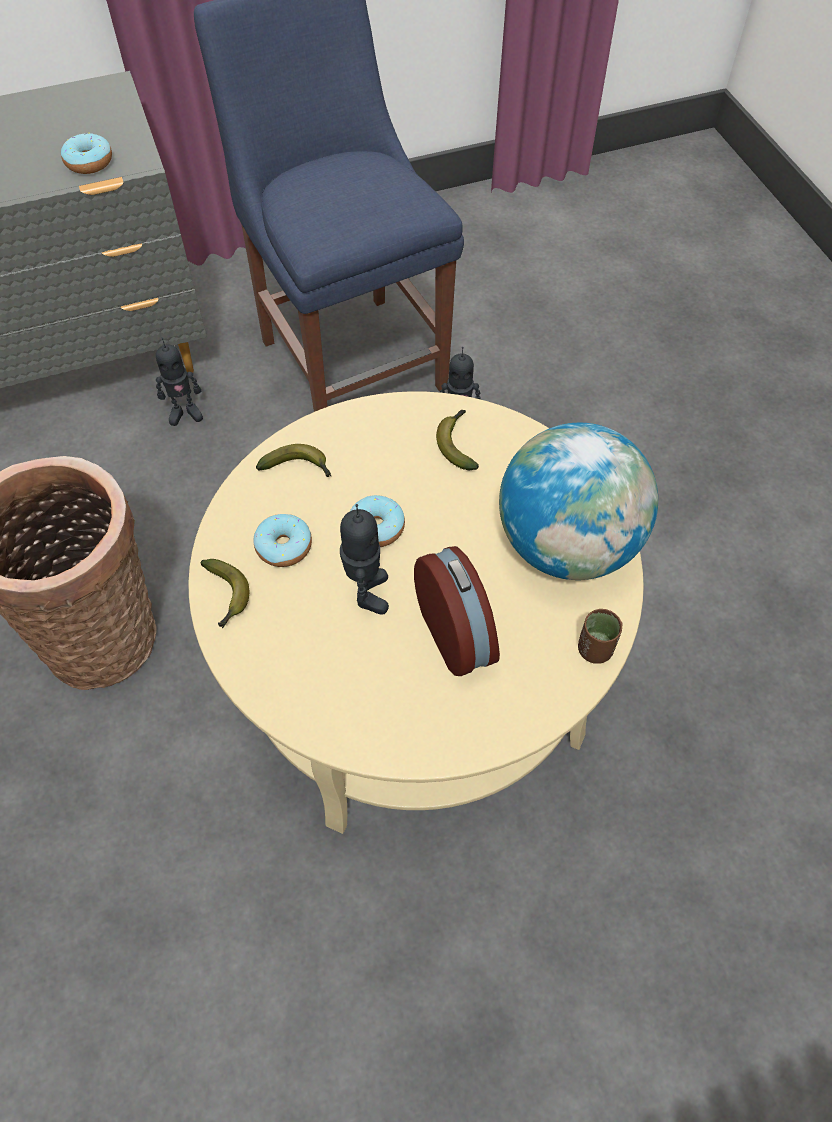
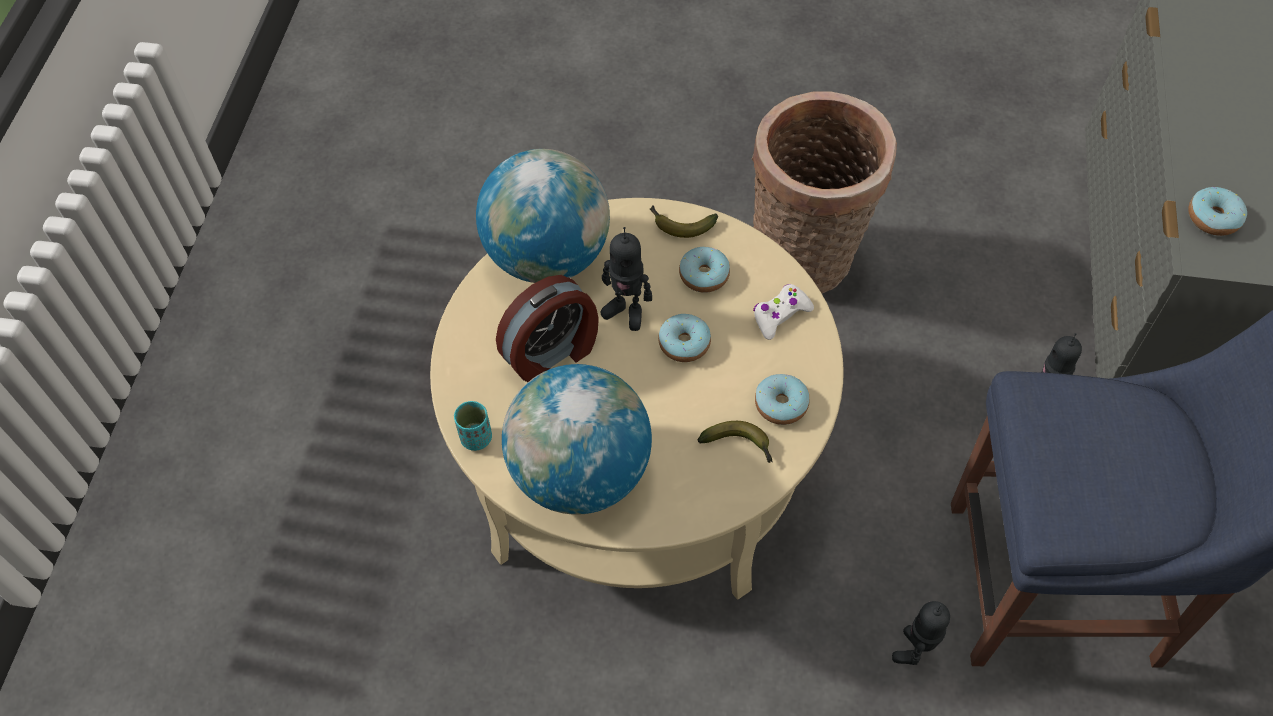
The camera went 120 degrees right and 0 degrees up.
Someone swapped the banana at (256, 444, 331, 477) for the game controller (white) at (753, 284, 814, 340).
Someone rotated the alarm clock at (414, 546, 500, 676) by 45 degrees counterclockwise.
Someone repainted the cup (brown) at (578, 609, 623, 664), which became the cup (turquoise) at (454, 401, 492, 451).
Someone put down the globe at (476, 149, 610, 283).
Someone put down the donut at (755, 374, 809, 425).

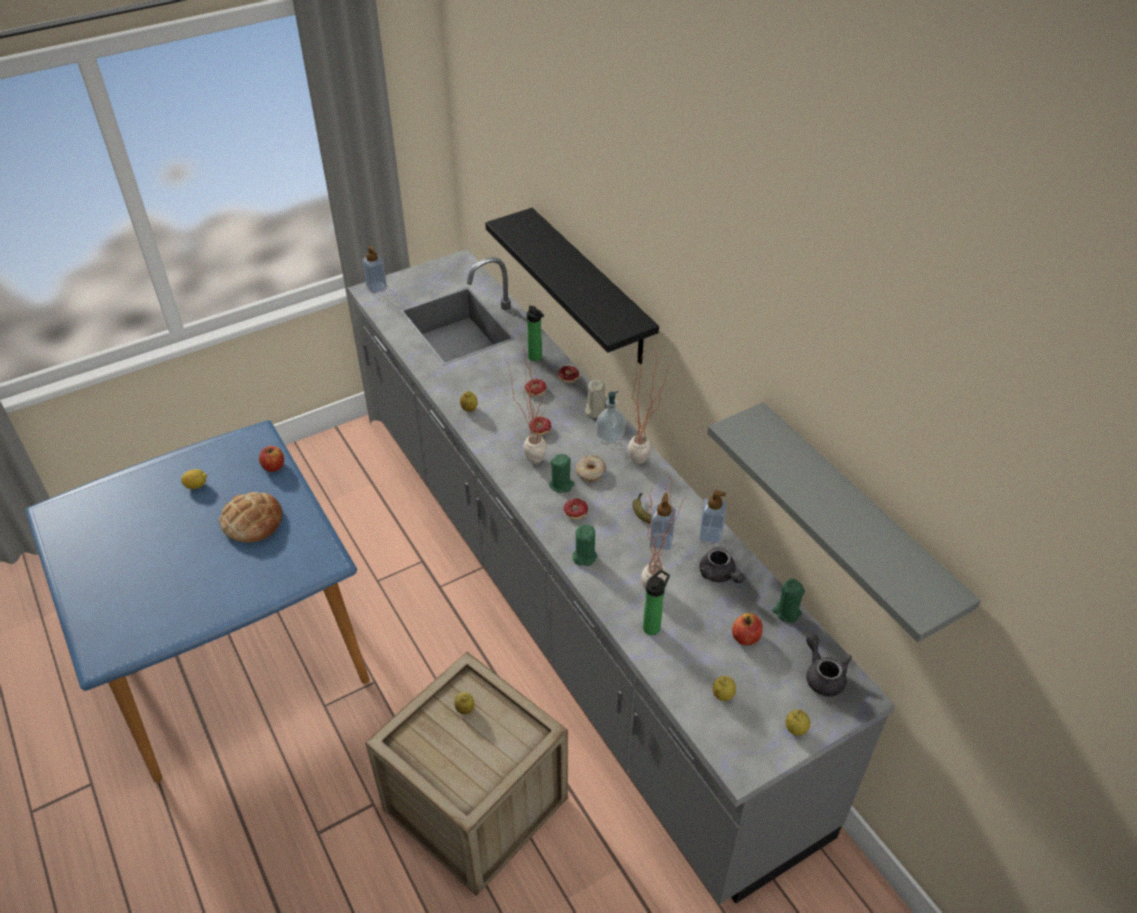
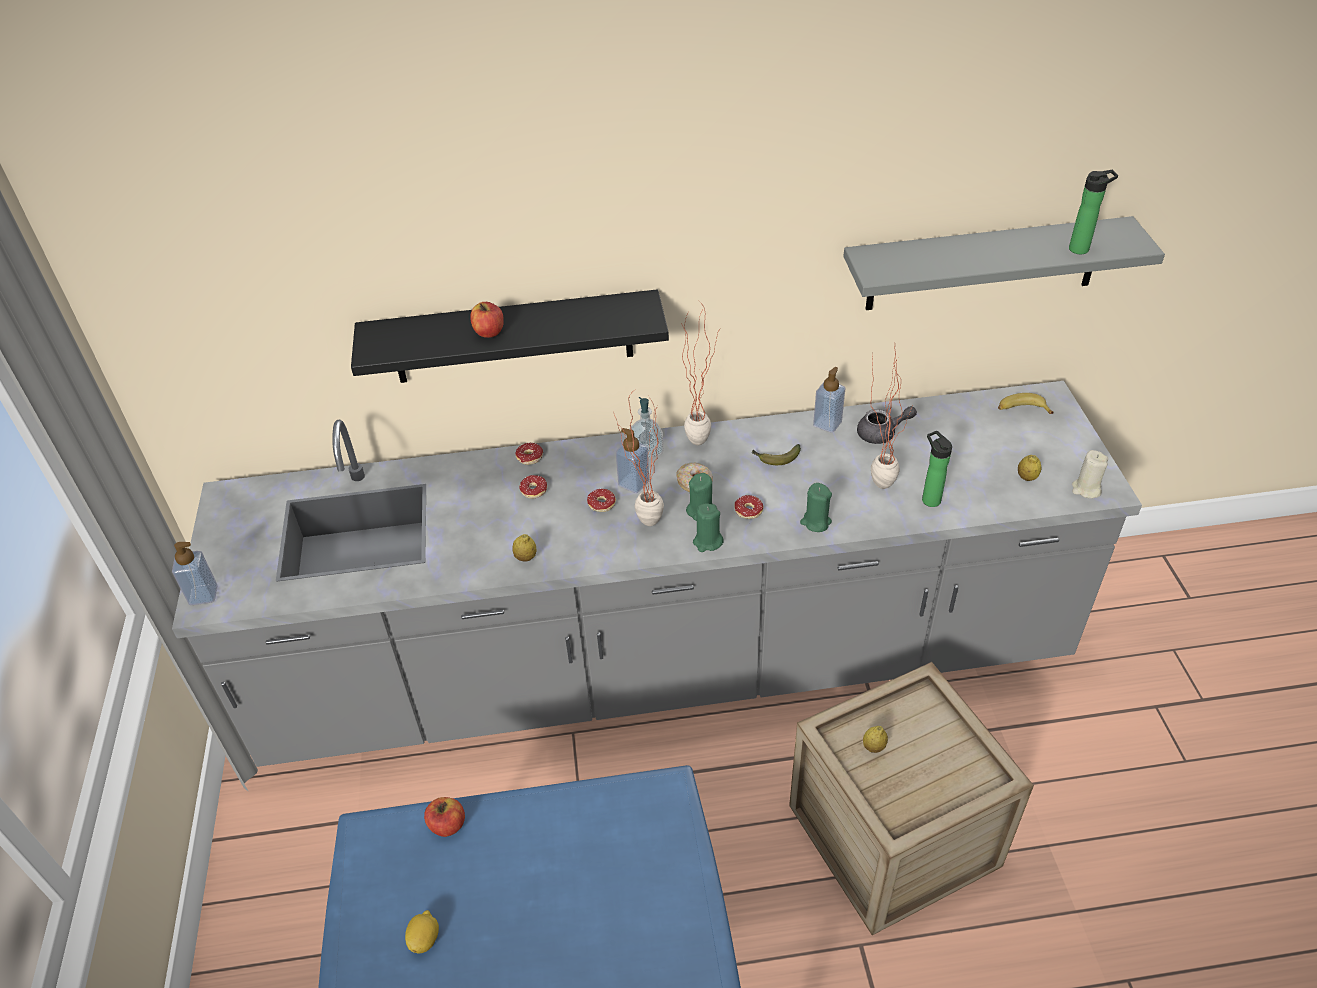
The camera went 65 degrees left and 0 degrees up.
Someone took away the bread at (219, 492, 282, 543).
Someone carried the bottle from (527, 306, 544, 361) to (1069, 170, 1118, 254).
Someone carried the candle (beige) from (585, 380, 606, 418) to (1072, 450, 1108, 499).
Someone carried the soap dispenser from (649, 493, 676, 550) to (616, 428, 649, 493).
Someone carried the apple from (732, 613, 763, 645) to (470, 302, 504, 338).
Someone carried the candle (green) from (772, 579, 805, 623) to (693, 503, 723, 552).
Someone took away the lemon at (786, 709, 810, 736).
Someone swapped the teapot (grey) at (806, 634, 852, 696) for the banana at (998, 393, 1054, 414).

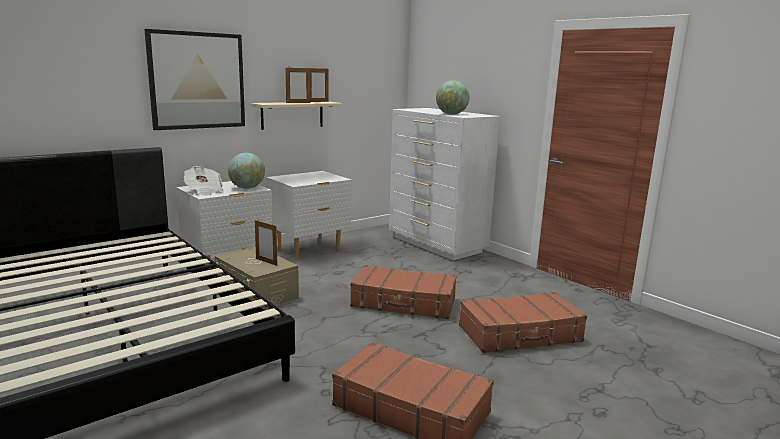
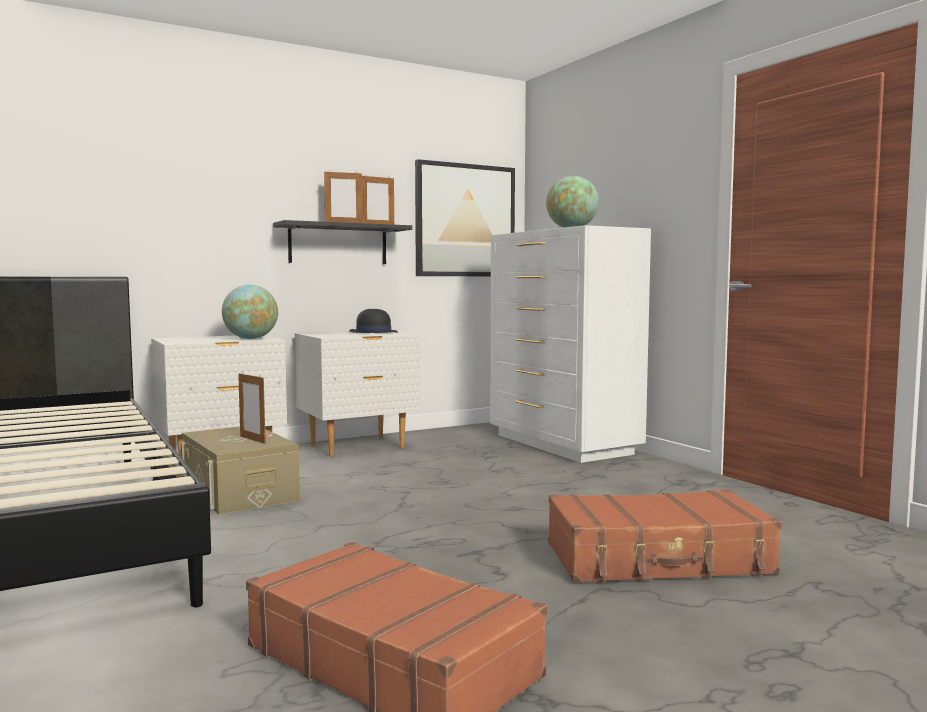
The camera went 10 degrees right and 10 degrees down.
Someone carried the picture from (144, 29, 245, 130) to (415, 159, 515, 276).
Someone took away the newspaper at (184, 166, 223, 196).
Someone repainted the shelf (beige) at (251, 102, 343, 130), which became the shelf (black) at (273, 220, 412, 264).
Someone took away the suitcase (brown) at (350, 265, 457, 319).
Someone put down the hat (black) at (349, 309, 398, 333).

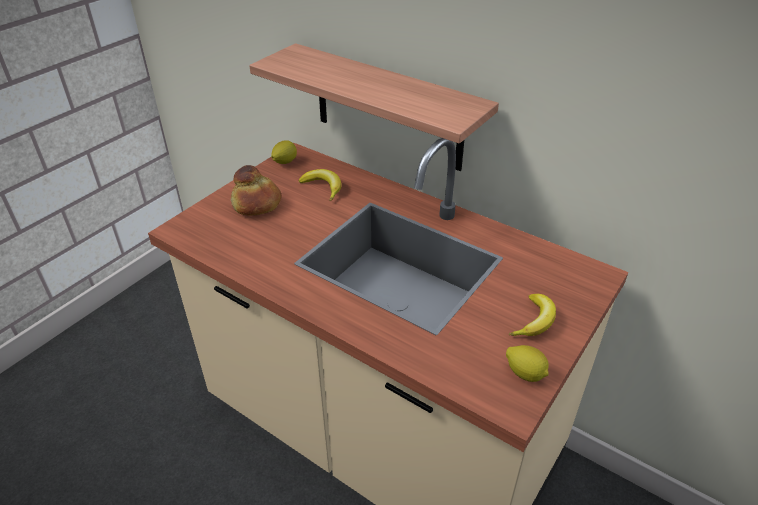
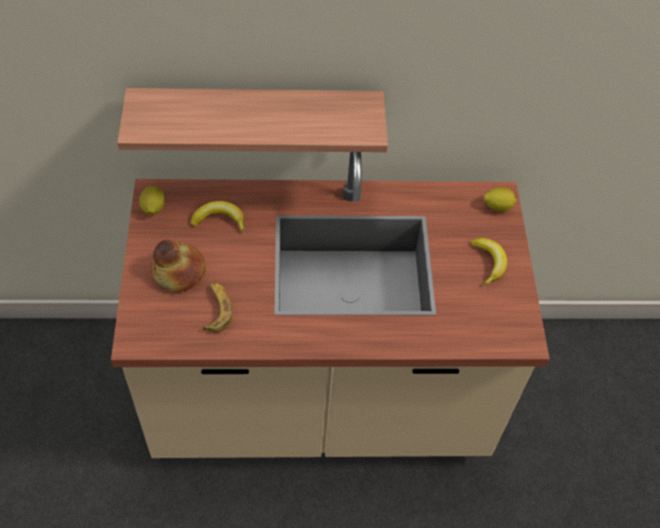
The camera went 40 degrees left and 15 degrees up.
Someone carried the lemon from (506, 345, 549, 382) to (484, 187, 517, 212).
Someone put down the banana at (202, 282, 233, 333).

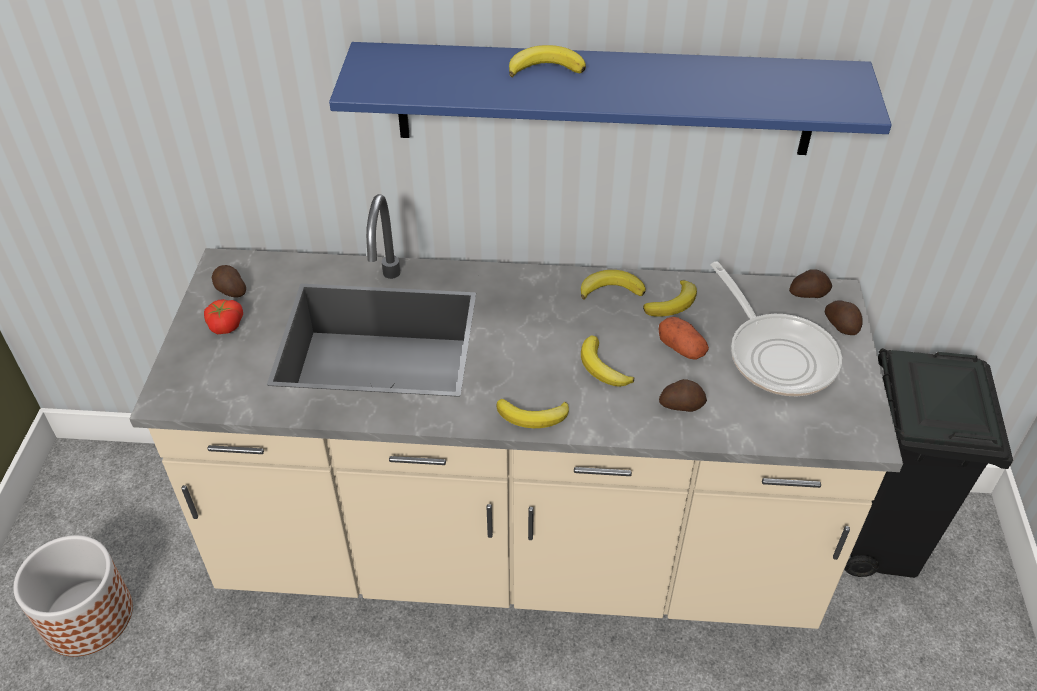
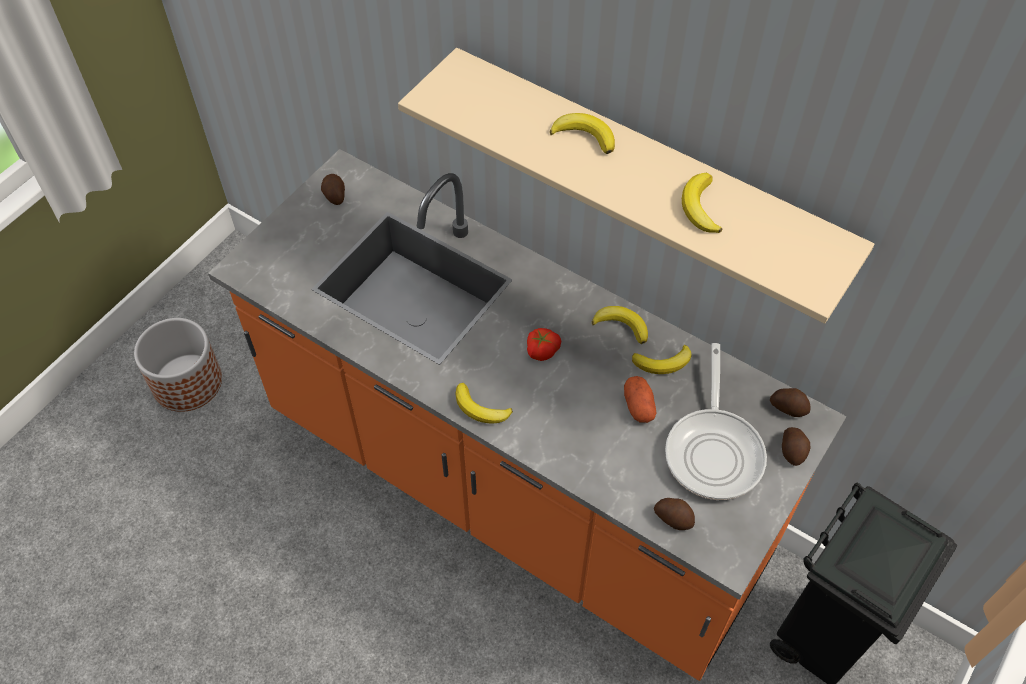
The camera went 30 degrees right and 10 degrees up.
Someone repainted the counter (beige) at (129, 194, 903, 629), which became the counter (orange) at (208, 149, 847, 681).
Someone carried the tomato from (204, 299, 243, 334) to (527, 328, 561, 361).
Someone repainted the shelf (blue) at (329, 42, 892, 155), which became the shelf (beige) at (398, 48, 874, 324).
Someone carried the banana from (581, 336, 634, 387) to (682, 173, 723, 233).
Someone carried the potato from (659, 379, 707, 412) to (654, 498, 695, 530).

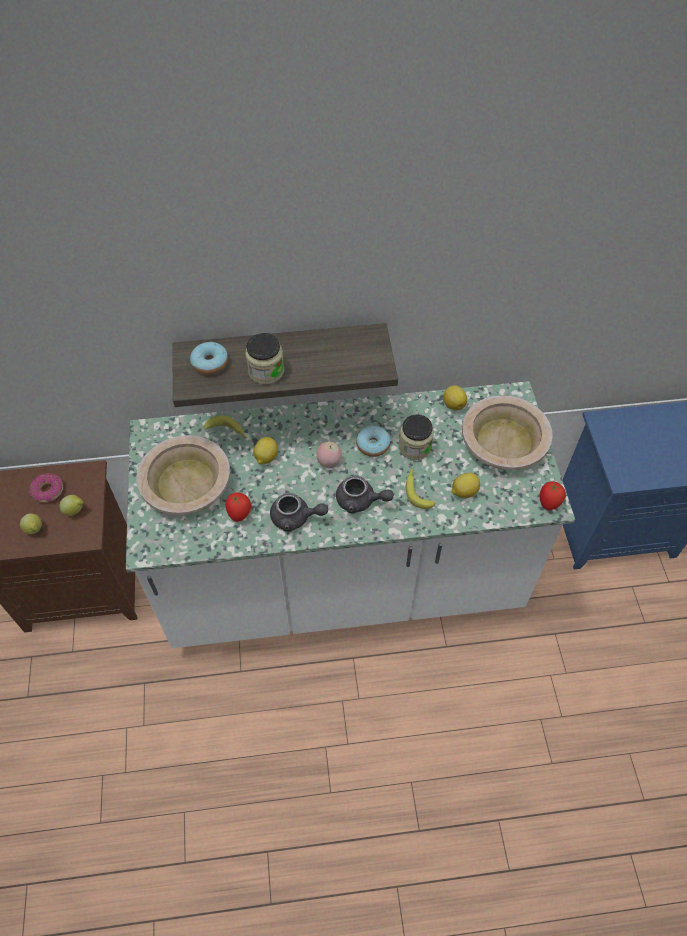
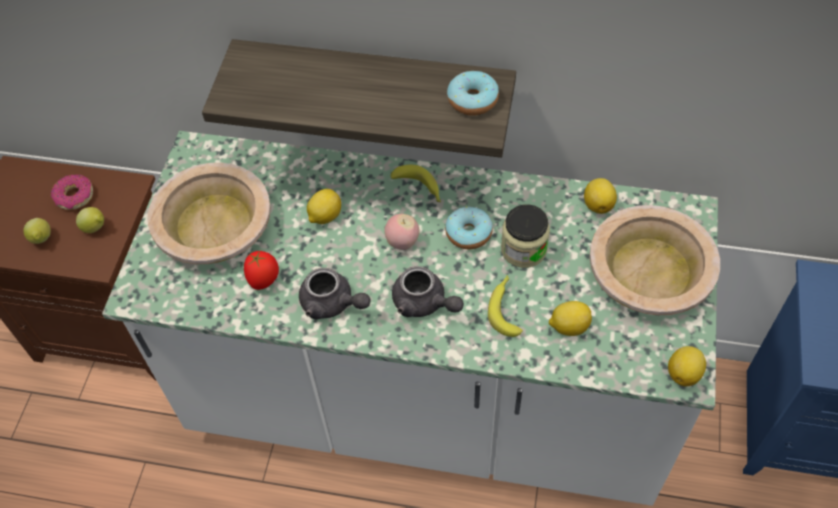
The camera went 20 degrees right and 0 degrees up.
Someone carried the donut from (190, 342, 228, 375) to (447, 71, 499, 116).
Someone carried the banana from (204, 415, 247, 438) to (391, 165, 441, 202).
Someone took away the jar at (245, 333, 284, 384).
Someone swapped the tomato at (540, 481, 566, 510) for the lemon at (668, 346, 706, 386).

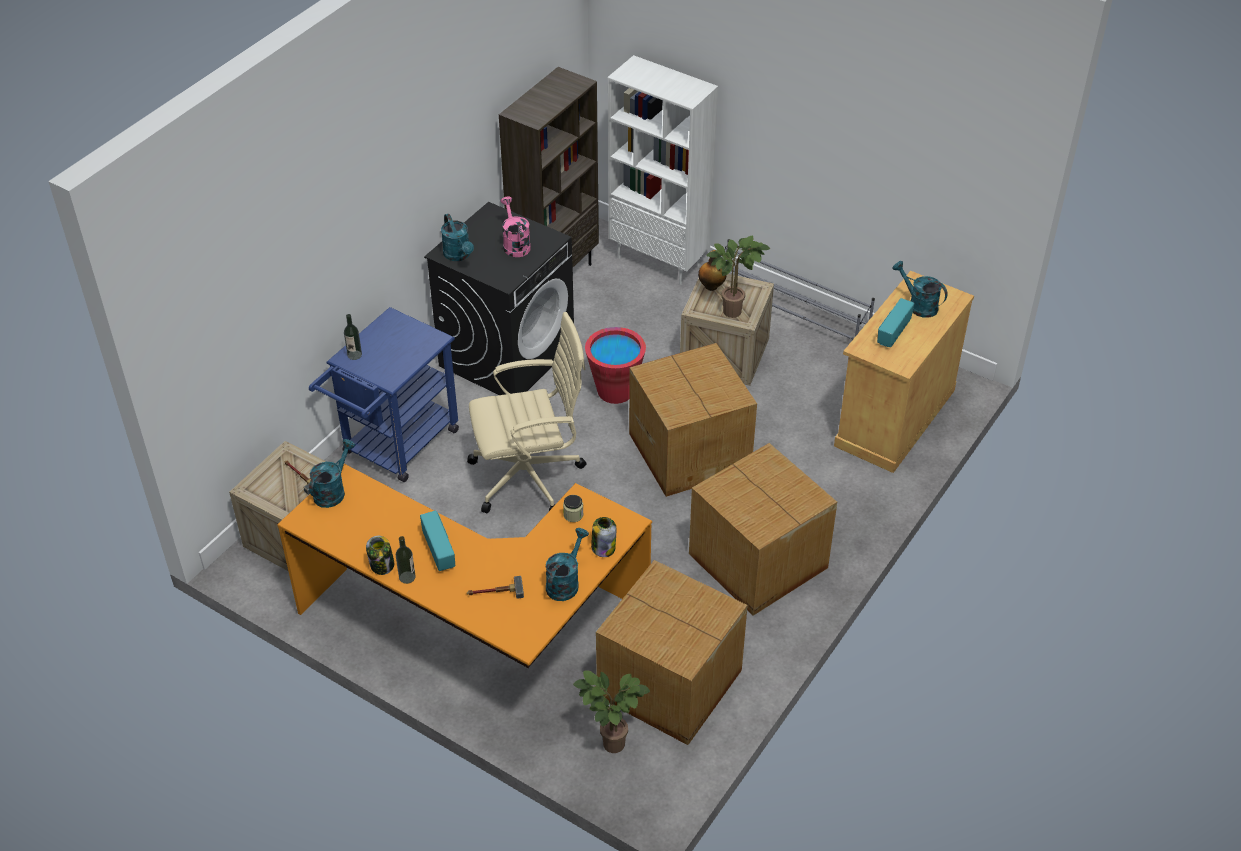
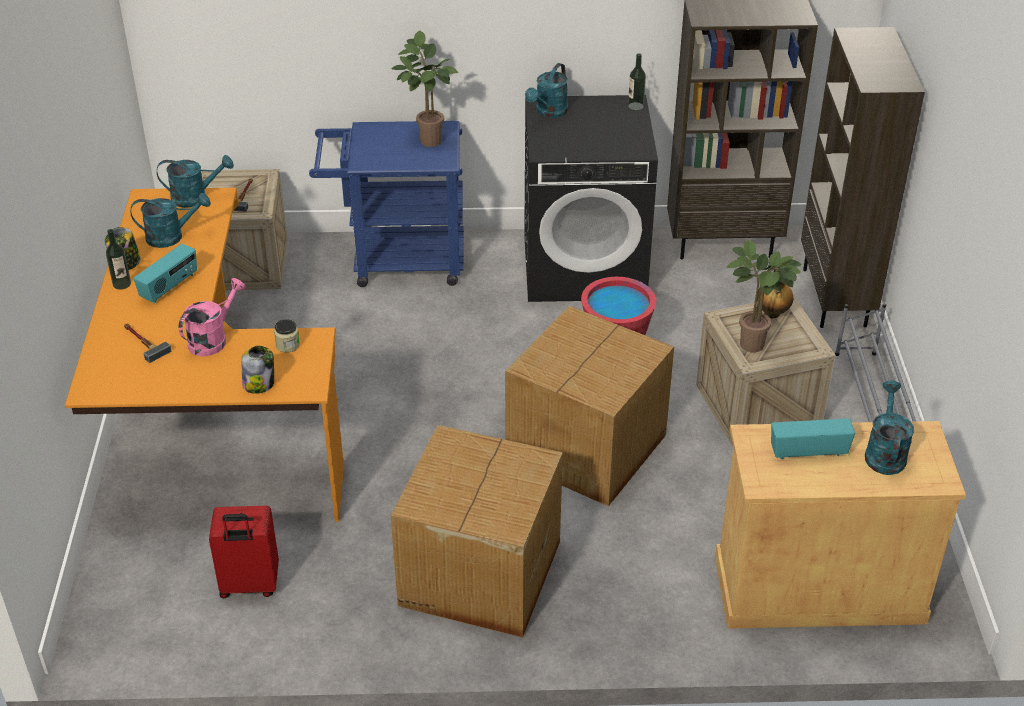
The camera went 55 degrees right and 5 degrees down.
Someone carried the bottle from (344, 314, 362, 360) to (628, 53, 646, 110).
Someone took away the office chair (beige) at (467, 312, 587, 513).
Someone carried the watering can (pink) from (501, 197, 531, 257) to (179, 278, 246, 356).
Someone carried the watering can (turquoise) from (546, 528, 589, 601) to (130, 193, 211, 248).
Someone carried the potted plant from (573, 671, 650, 753) to (391, 31, 458, 147).
Someone swapped the cardboard box at (596, 560, 748, 745) for the suitcase (red) at (209, 506, 279, 598).
Someone repainted the bookcase (white) at (608, 55, 718, 285), which became the bookcase (brown) at (801, 27, 925, 328).

